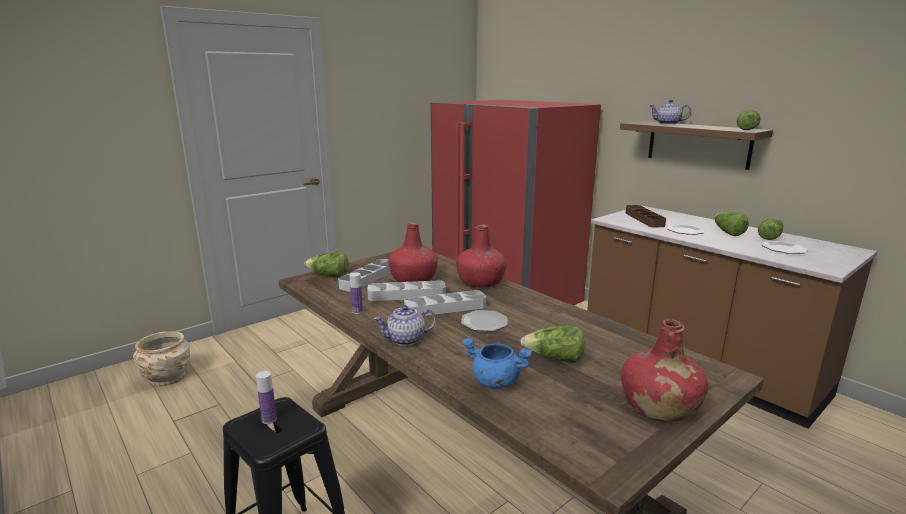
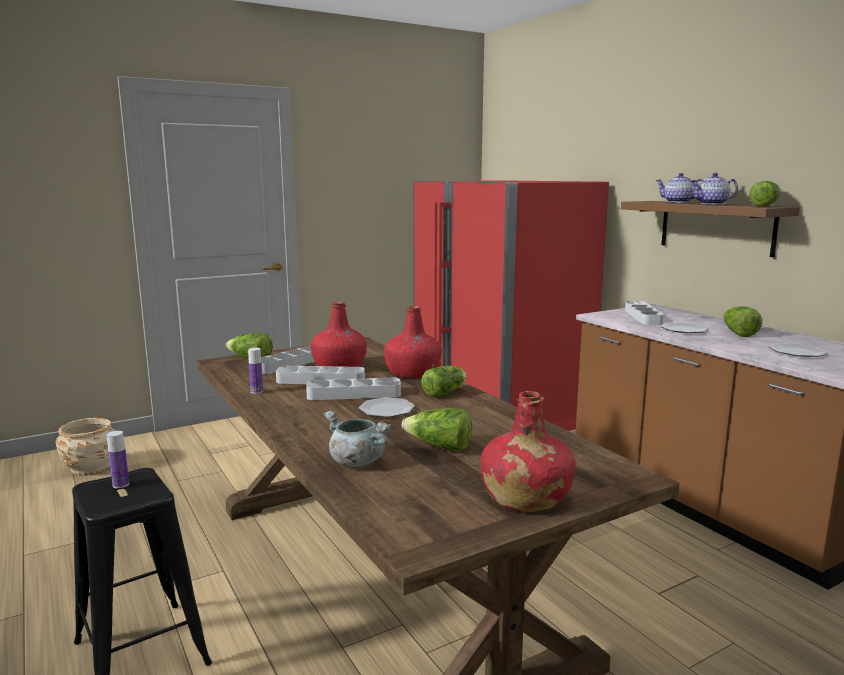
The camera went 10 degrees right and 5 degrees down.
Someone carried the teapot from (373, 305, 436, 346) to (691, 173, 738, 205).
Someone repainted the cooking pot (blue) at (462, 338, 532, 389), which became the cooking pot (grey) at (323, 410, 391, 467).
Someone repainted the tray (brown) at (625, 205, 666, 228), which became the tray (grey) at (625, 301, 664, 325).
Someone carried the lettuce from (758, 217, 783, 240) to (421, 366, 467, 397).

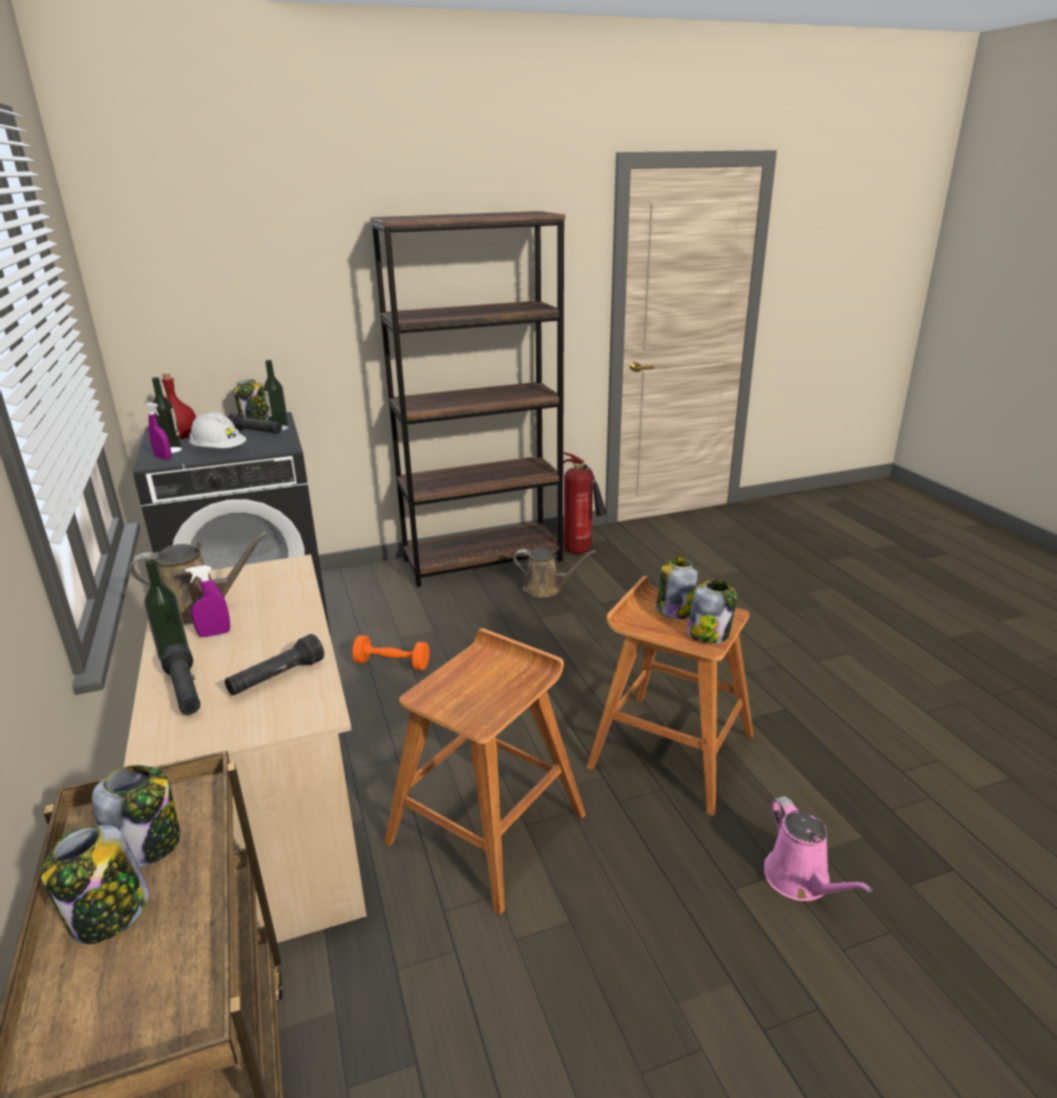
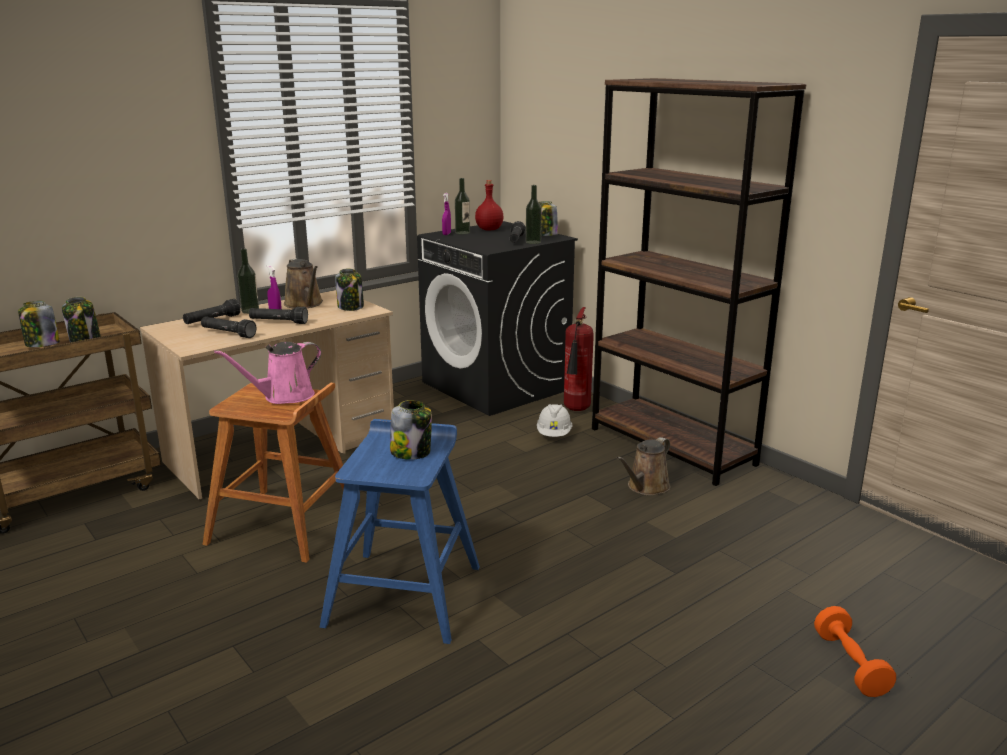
The camera went 70 degrees right and 5 degrees down.
Someone carried the hard hat (white) from (189, 412, 246, 449) to (537, 404, 572, 437).
Someone carried the dumbbell (orange) from (352, 635, 429, 671) to (814, 606, 896, 697).
Someone rotated the watering can (brown) at (513, 548, 596, 598) by 45 degrees clockwise.
Someone carried the fire extinguisher from (563, 452, 607, 554) to (564, 307, 594, 411).
Someone repainted the stool (brown) at (587, 576, 754, 816), which became the stool (blue) at (319, 419, 480, 644).
Someone carried the jar from (687, 579, 737, 644) to (335, 269, 364, 311).
Someone carried the watering can (pink) from (764, 796, 872, 901) to (214, 342, 321, 404).
Someone put down the flashlight (black) at (249, 307, 308, 324).

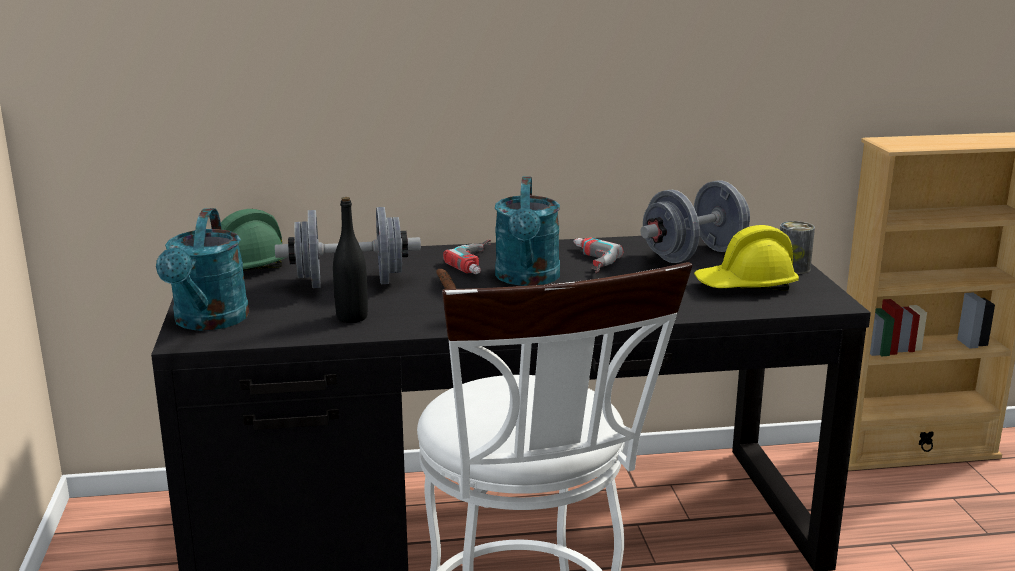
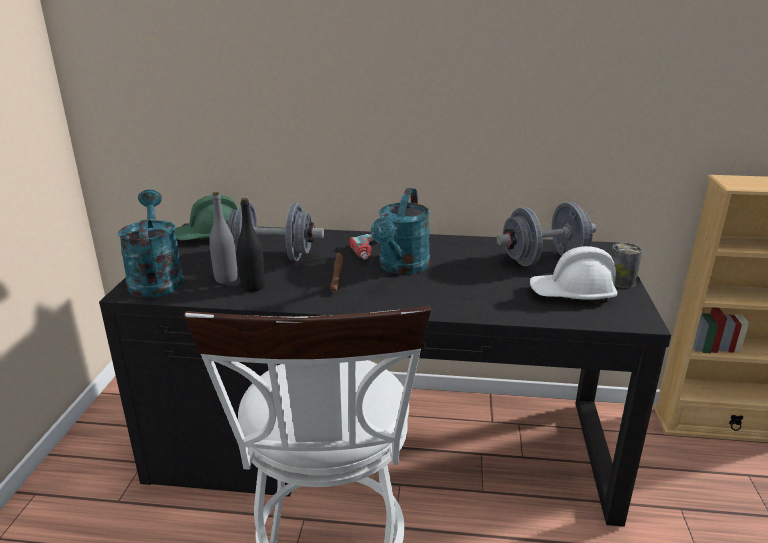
The camera went 15 degrees right and 5 degrees up.
Someone rotated the watering can (turquoise) at (156, 208, 249, 331) by 150 degrees clockwise.
Someone took away the power drill at (574, 237, 623, 273).
Someone repainted the hard hat (yellow) at (694, 225, 799, 291), which became the hard hat (white) at (530, 246, 617, 303).
Someone put down the bottle (grey) at (209, 192, 238, 284).

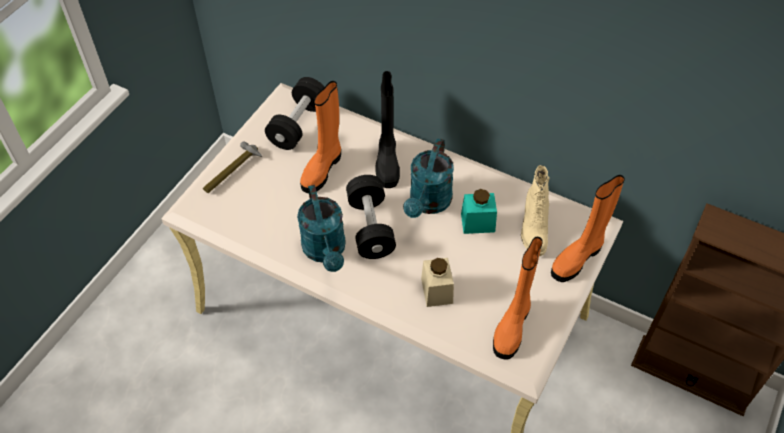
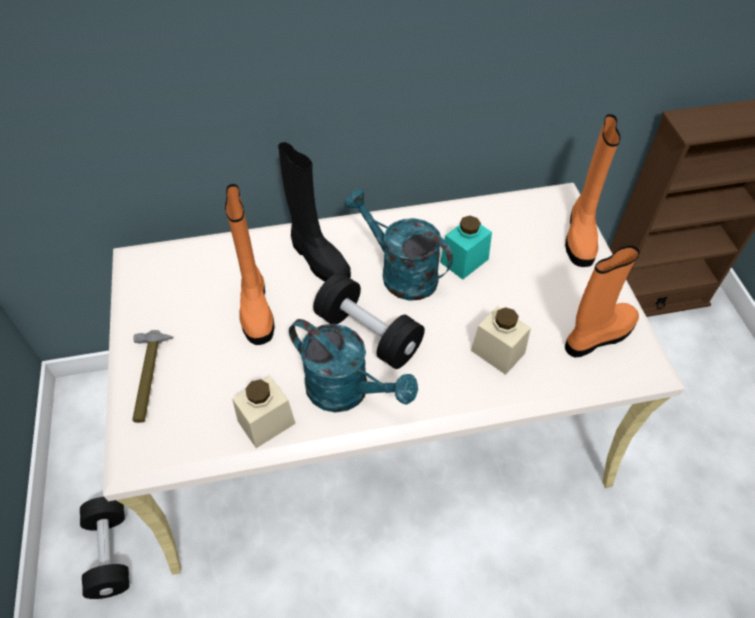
The camera went 40 degrees left and 0 degrees up.
Someone carried the dumbbell (black) from (265, 77, 324, 150) to (80, 497, 129, 599).
Someone rotated the watering can (turquoise) at (403, 138, 454, 218) by 150 degrees clockwise.
Someone rotated the boot (orange) at (493, 237, 543, 360) by 105 degrees counterclockwise.
Someone took away the boot (beige) at (521, 165, 550, 256).
Someone put down the jar (beige) at (232, 376, 296, 448).

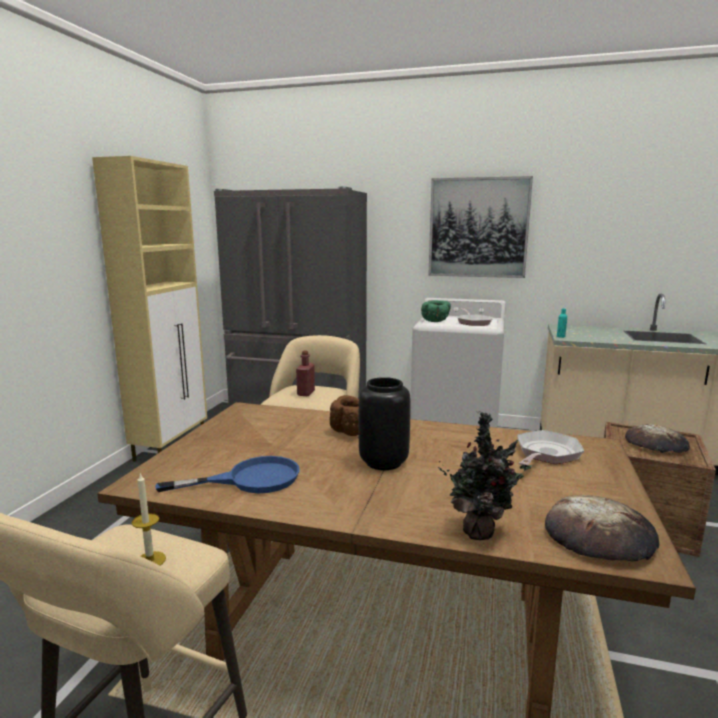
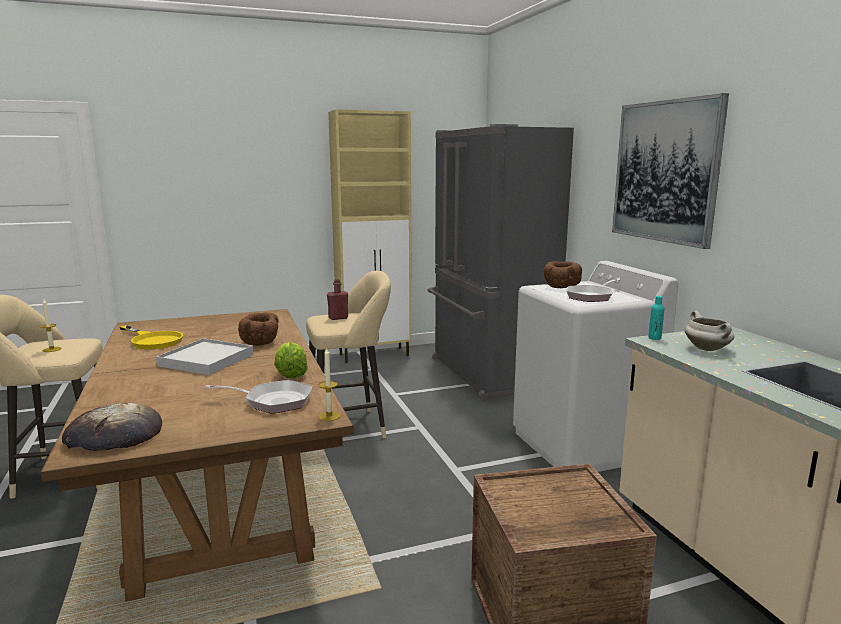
The camera went 55 degrees right and 0 degrees up.
Someone repainted the frying pan (blue) at (155, 456, 300, 493), which became the frying pan (yellow) at (120, 325, 183, 349).
Someone swapped the vase (black) at (359, 377, 411, 470) for the tray (white) at (156, 338, 253, 375).
Someone repainted the bowl (green) at (421, 300, 451, 322), which became the bowl (brown) at (544, 261, 582, 288).
Someone took away the potted plant at (438, 411, 531, 540).
Someone took away the bread at (625, 424, 690, 453).
Someone put down the lettuce at (274, 342, 308, 379).
Someone put down the candle at (318, 348, 341, 421).
Someone put down the cooking pot (white) at (685, 311, 735, 351).

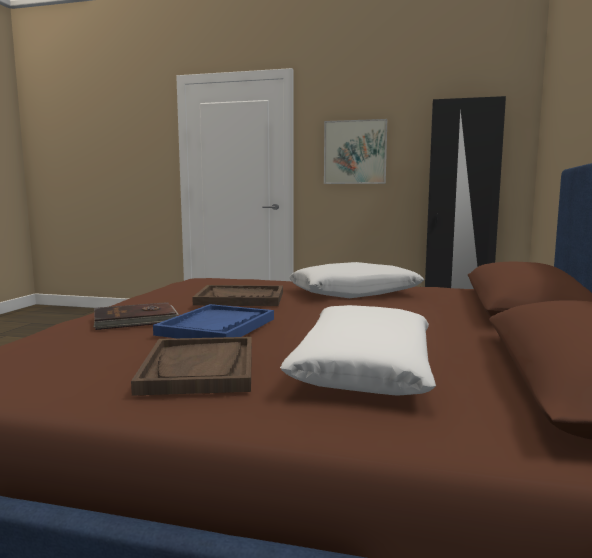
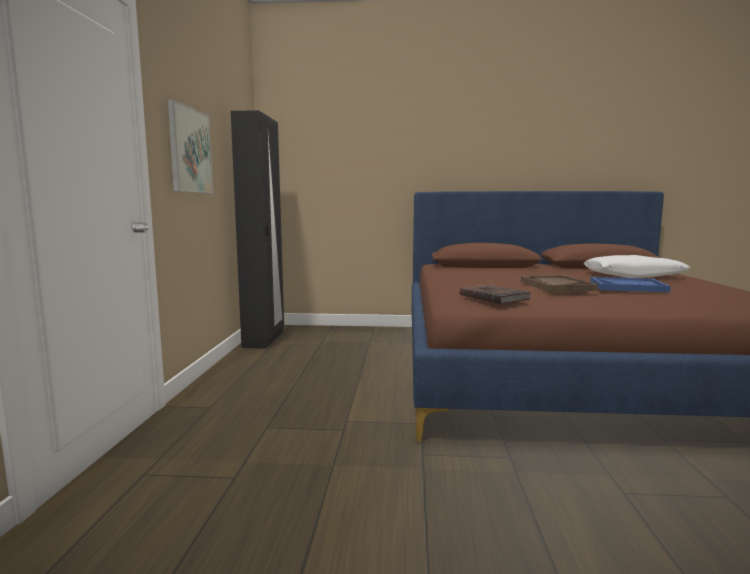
The camera went 100 degrees left and 0 degrees up.
Someone carried the book (brown) from (94, 302, 179, 330) to (459, 285, 531, 304).
Someone took away the tray (brown) at (131, 337, 252, 396).
Someone took away the pillow (white) at (289, 262, 424, 298).

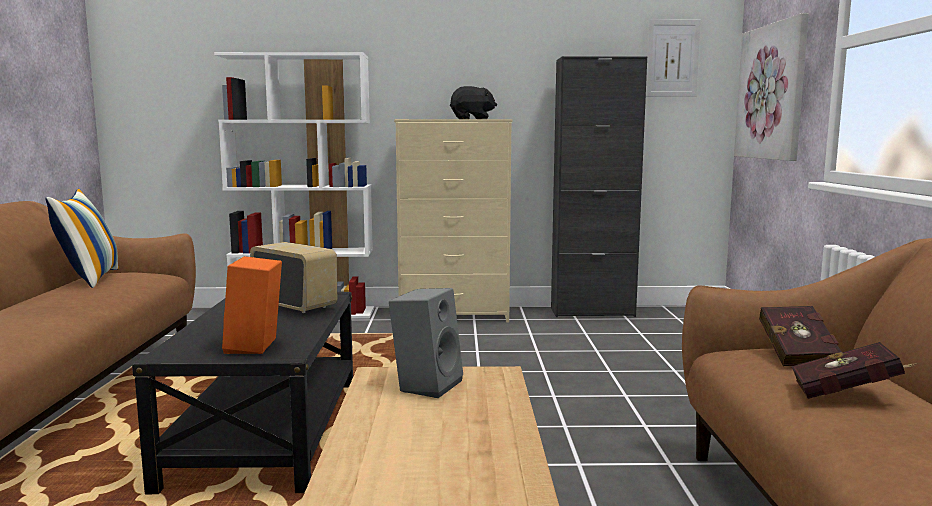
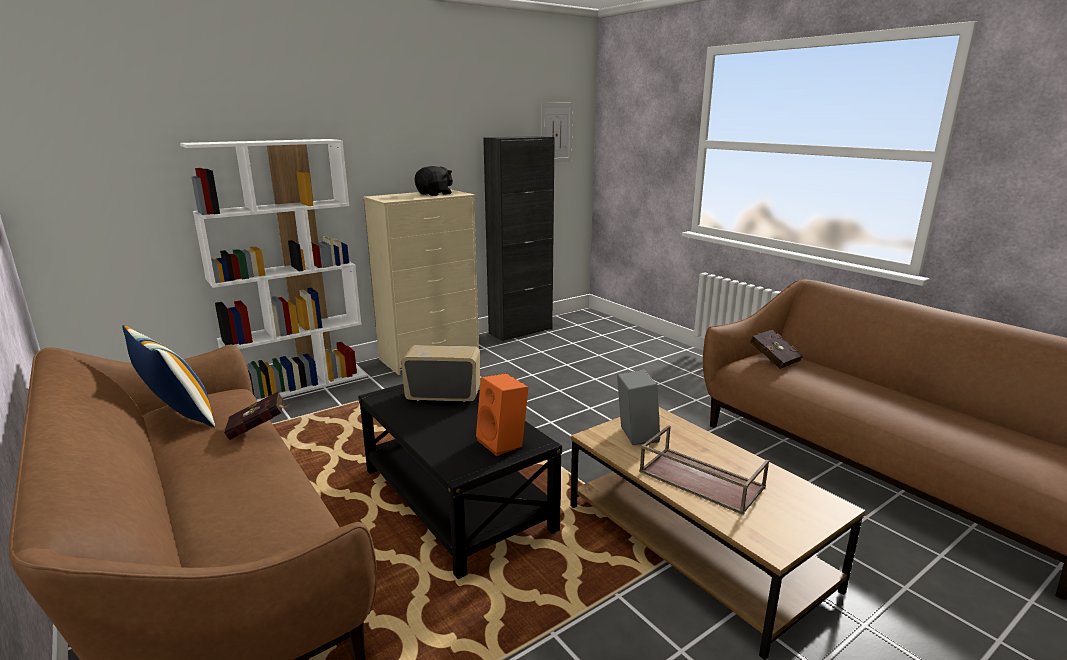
The camera went 35 degrees left and 10 degrees up.
Someone took away the picture at (734, 13, 809, 161).
Someone carried the book (red) from (791, 342, 918, 399) to (224, 392, 291, 440).
Someone put down the tray (brown) at (639, 425, 769, 515).

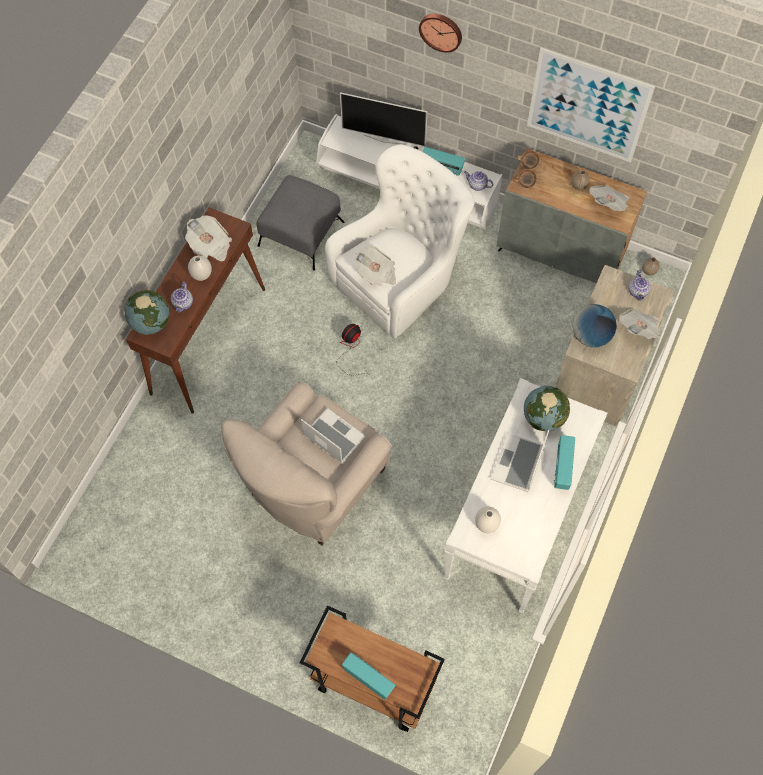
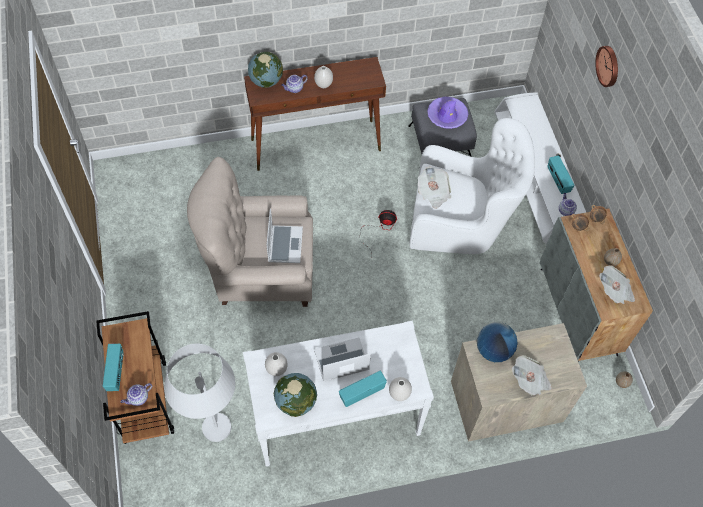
The camera went 50 degrees right and 5 degrees down.
Someone took away the newspaper at (185, 215, 232, 261).
Someone took away the television at (340, 92, 427, 147).
Someone carried the globe from (524, 386, 570, 431) to (274, 373, 317, 417).
Someone took away the picture at (527, 48, 655, 162).
Someone carried the teapot from (629, 270, 651, 301) to (121, 383, 152, 406).
Someone put down the floor lamp (white) at (164, 344, 235, 442).
Someone put down the vase (white) at (389, 377, 412, 401).
Someone put down the hat (purple) at (427, 97, 468, 129).

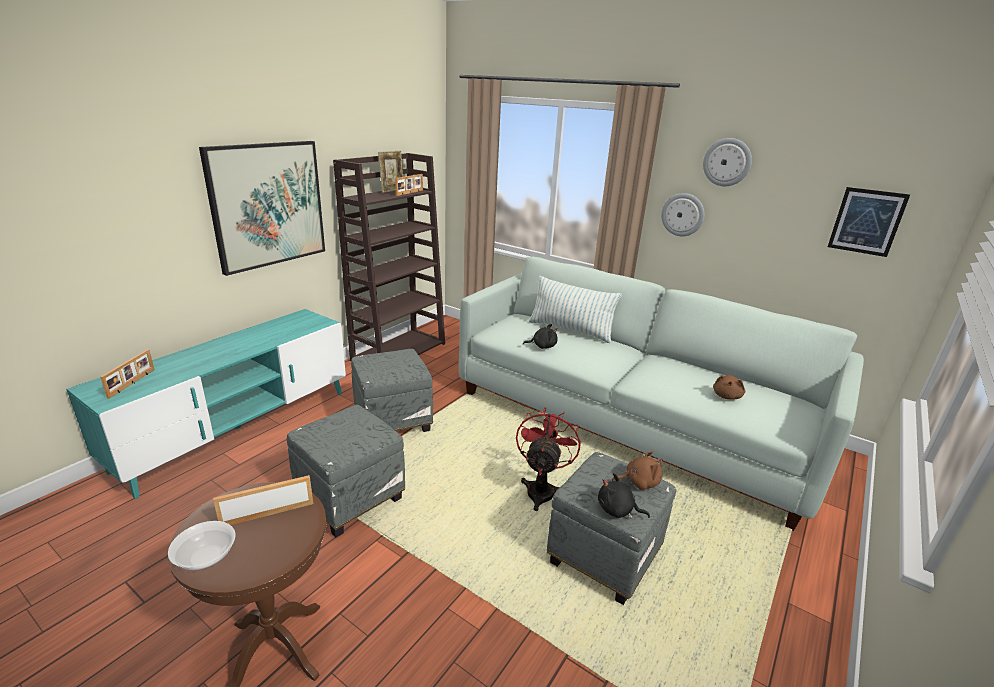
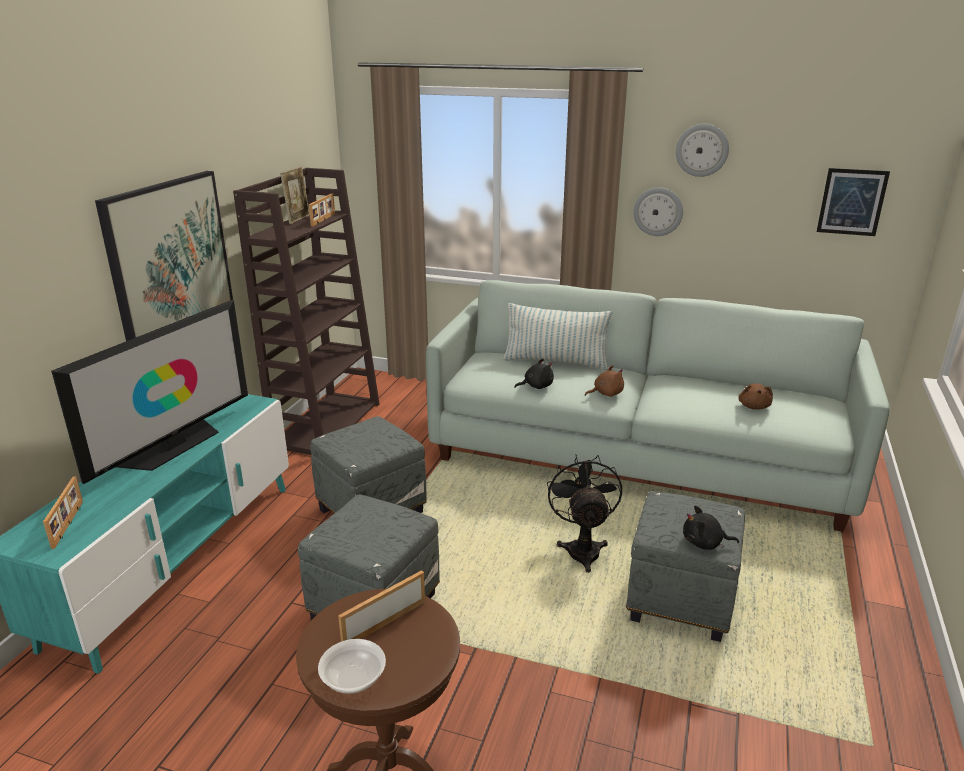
The camera went 15 degrees left and 0 degrees up.
Someone repainted the fan (red) at (516, 407, 581, 511), which became the fan (black) at (547, 455, 622, 573).
Someone carried the plush toy (brown) from (612, 451, 663, 490) to (585, 365, 624, 397).
Someone put down the television at (51, 300, 248, 484).

